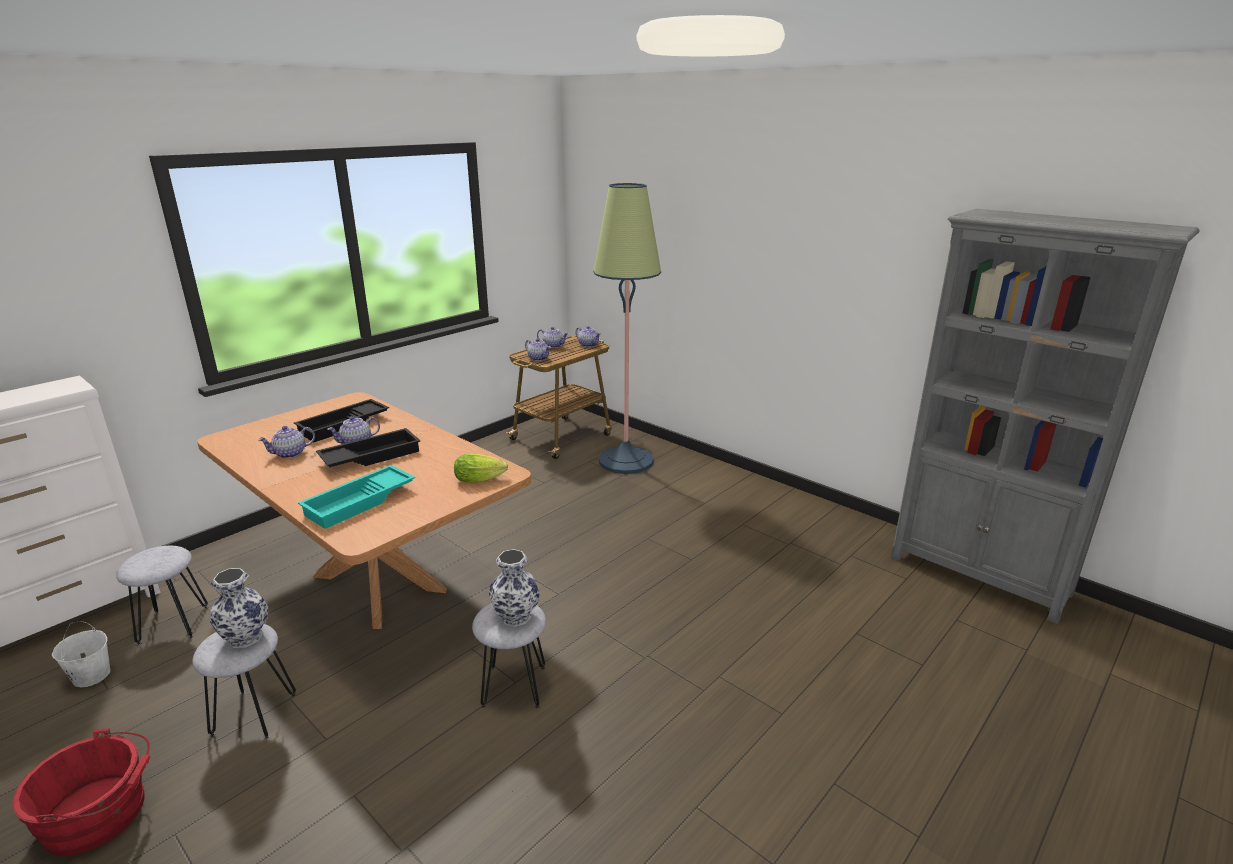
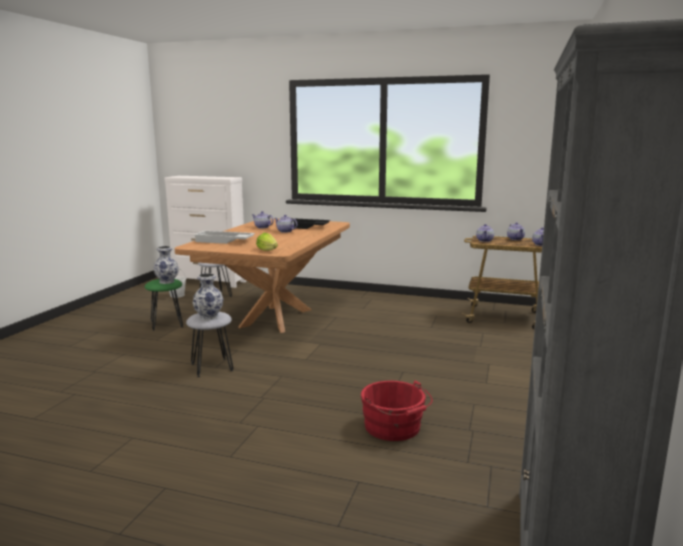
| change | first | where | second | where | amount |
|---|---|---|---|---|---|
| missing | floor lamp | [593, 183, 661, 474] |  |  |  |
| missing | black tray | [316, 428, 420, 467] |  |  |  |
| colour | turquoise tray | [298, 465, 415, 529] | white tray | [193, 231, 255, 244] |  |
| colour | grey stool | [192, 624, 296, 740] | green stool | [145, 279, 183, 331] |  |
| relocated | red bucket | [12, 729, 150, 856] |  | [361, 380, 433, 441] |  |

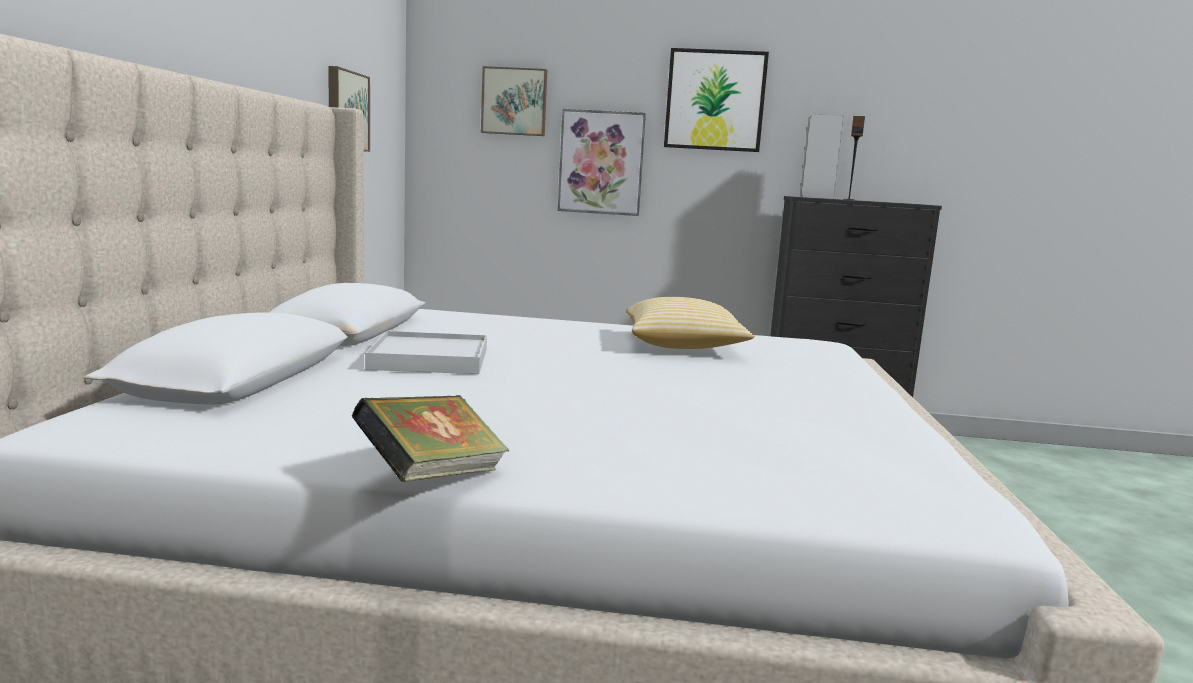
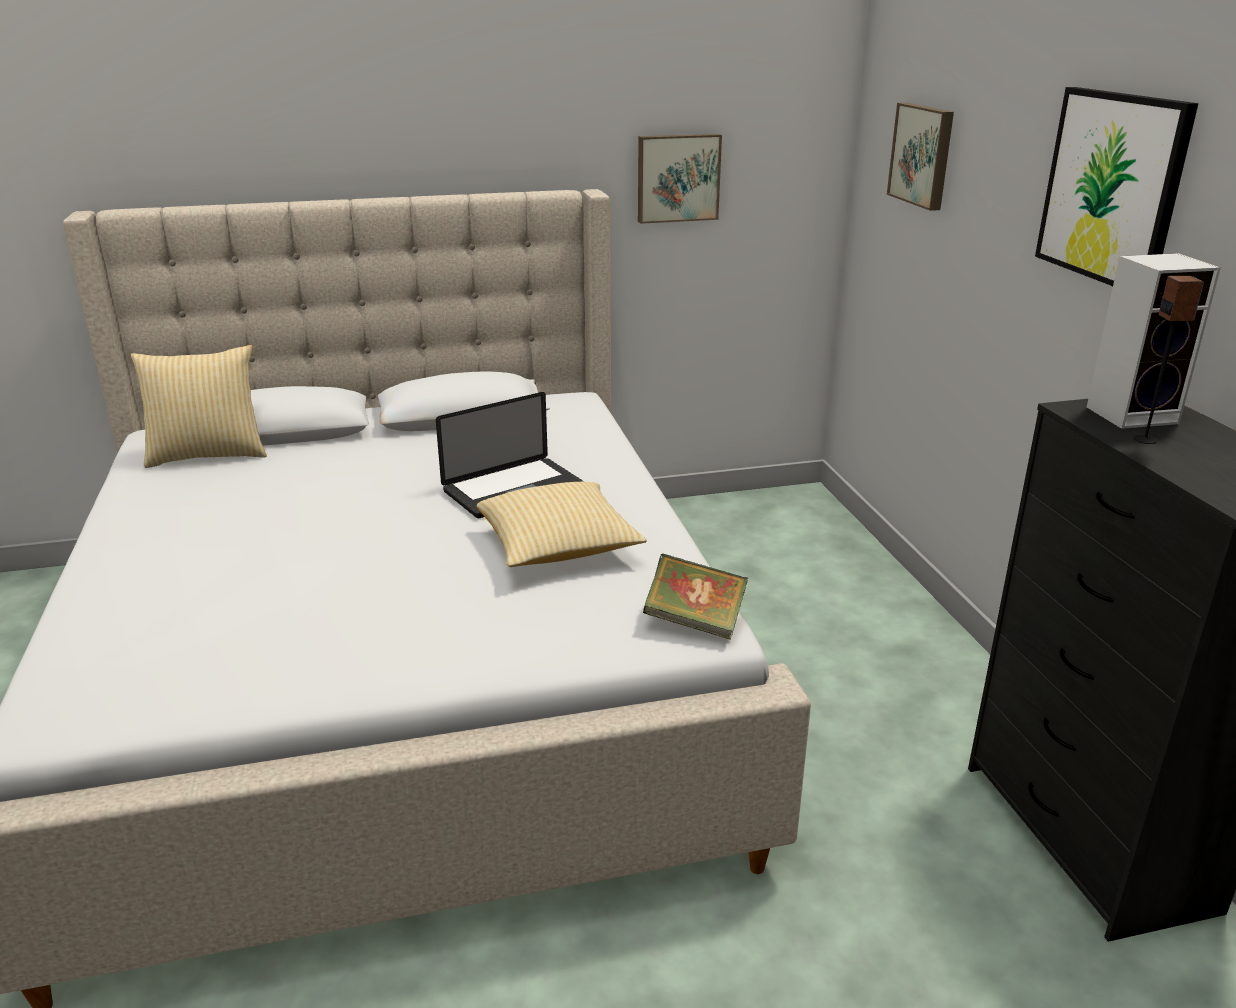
| change | first | where | second | where | amount |
|---|---|---|---|---|---|
| missing | picture | [557, 108, 646, 216] |  |  |  |
| missing | white tray | [365, 331, 487, 374] |  |  |  |
| relocated | book | [352, 395, 509, 482] |  | [643, 554, 748, 640] |  |
| appeared |  |  | pillow | [131, 345, 267, 468] |  |
| appeared |  |  | laptop | [436, 392, 584, 518] |  |

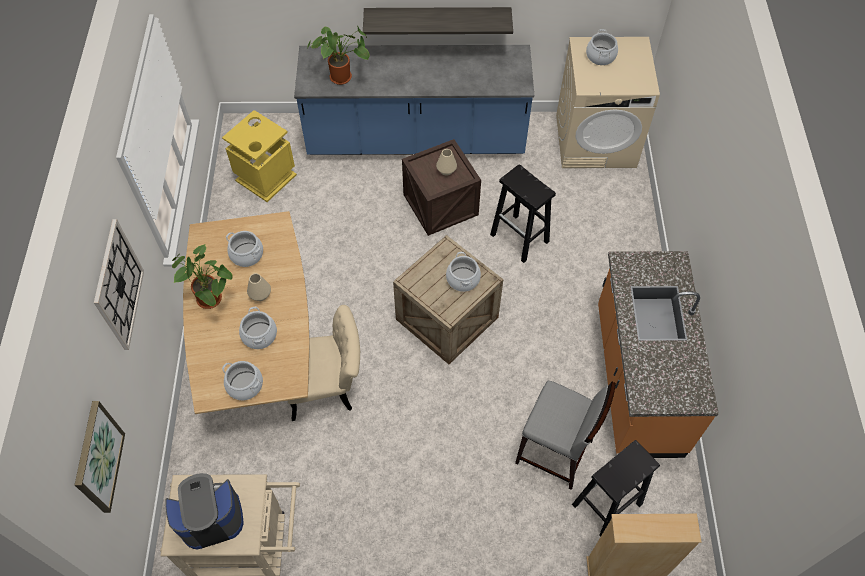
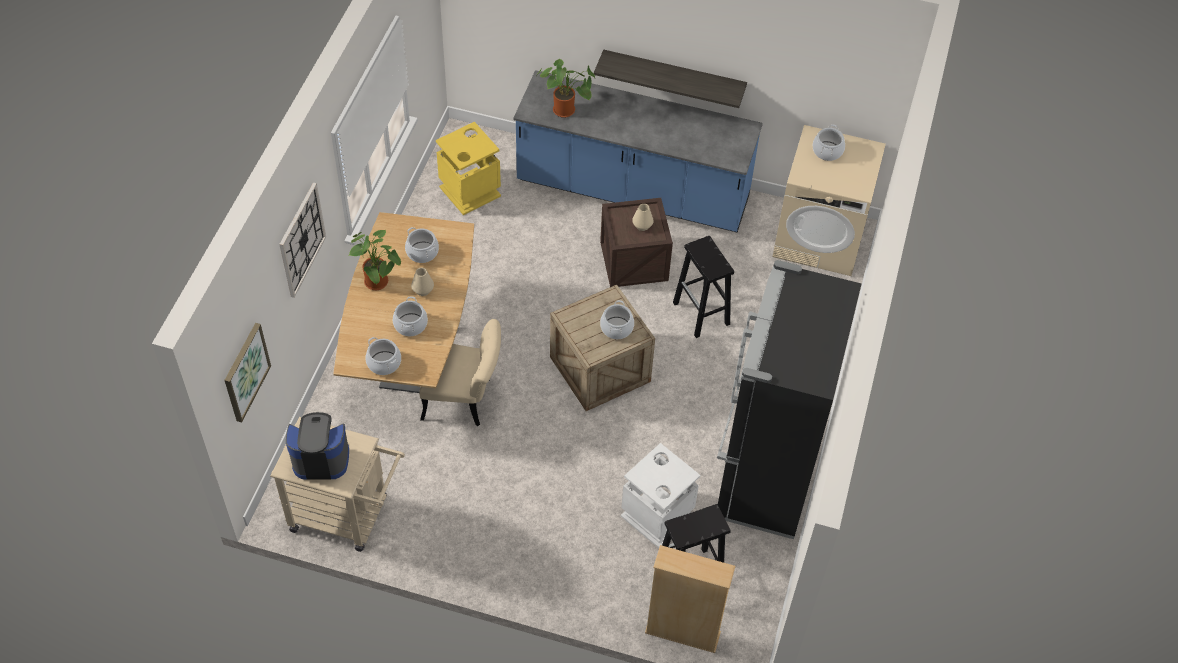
| change | first | where | second | where | amount |
|---|---|---|---|---|---|
| exchanged | orange counter | [598, 251, 719, 458] | black fridge | [717, 260, 862, 539] |  |
| exchanged | grey stool | [515, 381, 616, 490] | white trash can | [621, 443, 700, 548] |  |

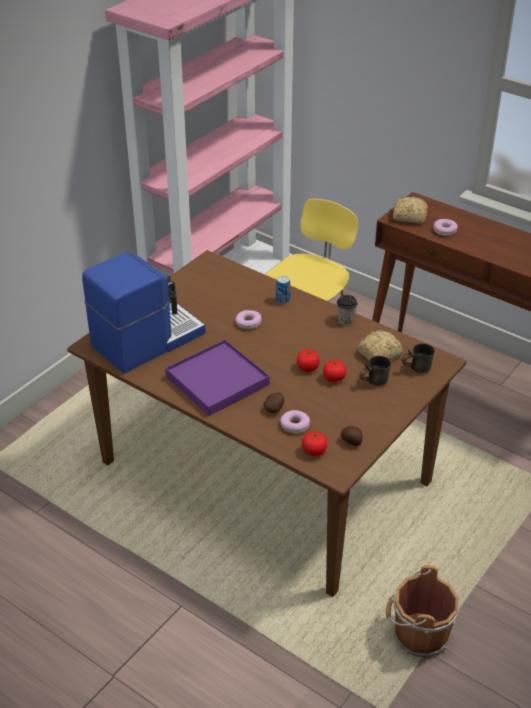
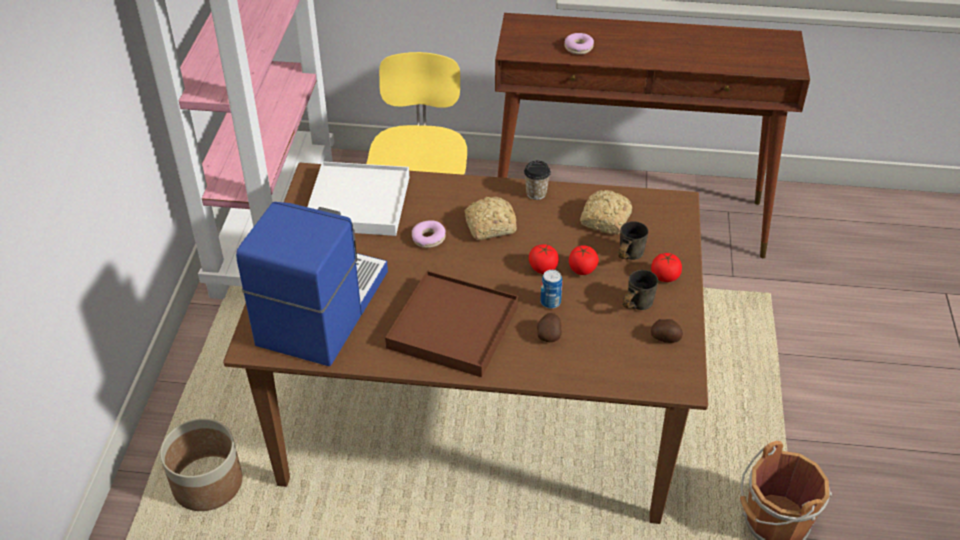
| change | first | where | second | where | amount |
|---|---|---|---|---|---|
| relocated | bread | [393, 197, 428, 224] |  | [465, 197, 517, 240] |  |
| relocated | can | [276, 276, 290, 304] |  | [540, 270, 563, 308] |  |
| colour | purple tray | [165, 339, 270, 416] | brown tray | [385, 271, 518, 377] |  |
| relocated | grey mug | [402, 343, 435, 373] |  | [622, 270, 658, 310] |  |
| missing | donut | [280, 410, 310, 433] |  |  |  |
| relocated | tomato | [302, 431, 327, 456] |  | [651, 253, 682, 282] |  |
| appeared |  |  | white tray | [308, 161, 409, 236] |  |
| appeared |  |  | planter | [160, 419, 243, 511] |  |

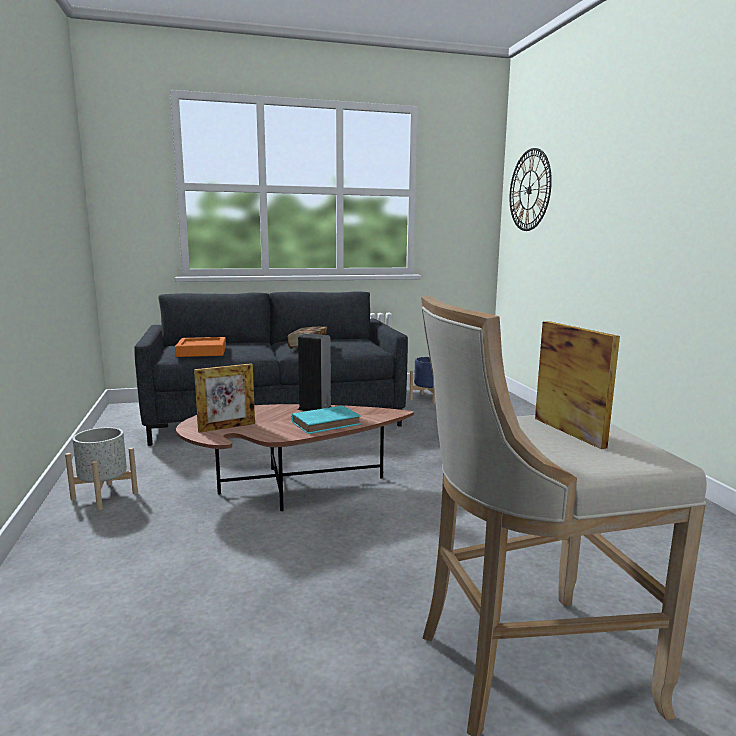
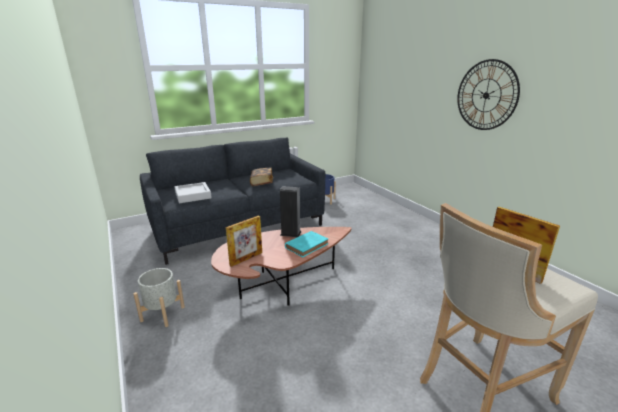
| change | first | where | second | where | amount |
|---|---|---|---|---|---|
| relocated | wall clock | [510, 148, 552, 231] |  | [457, 59, 520, 130] |  |
| colour | orange tray | [175, 337, 226, 357] | grey tray | [174, 182, 212, 203] |  |

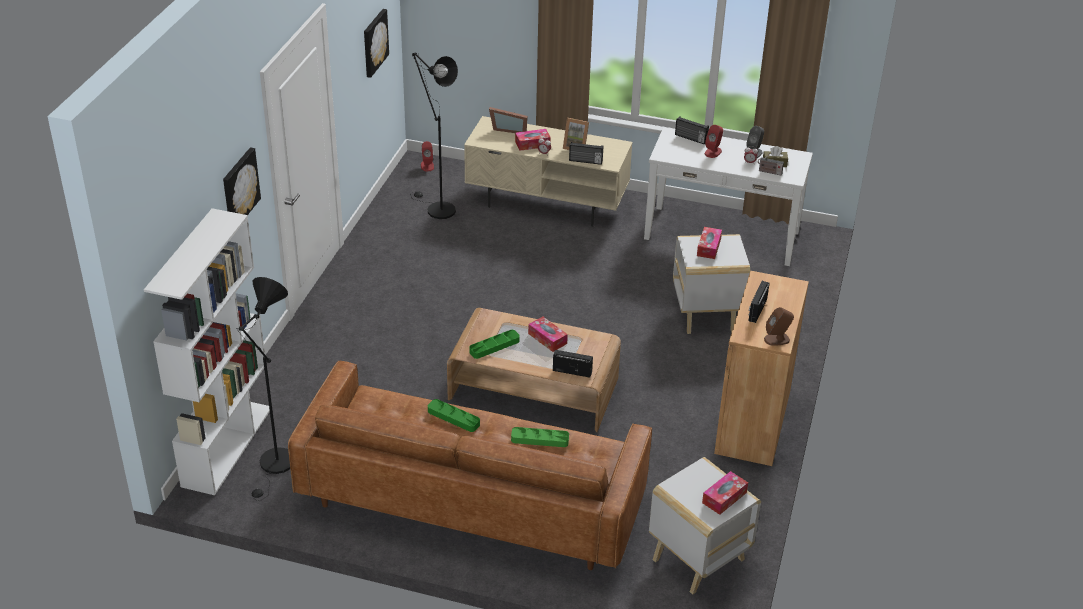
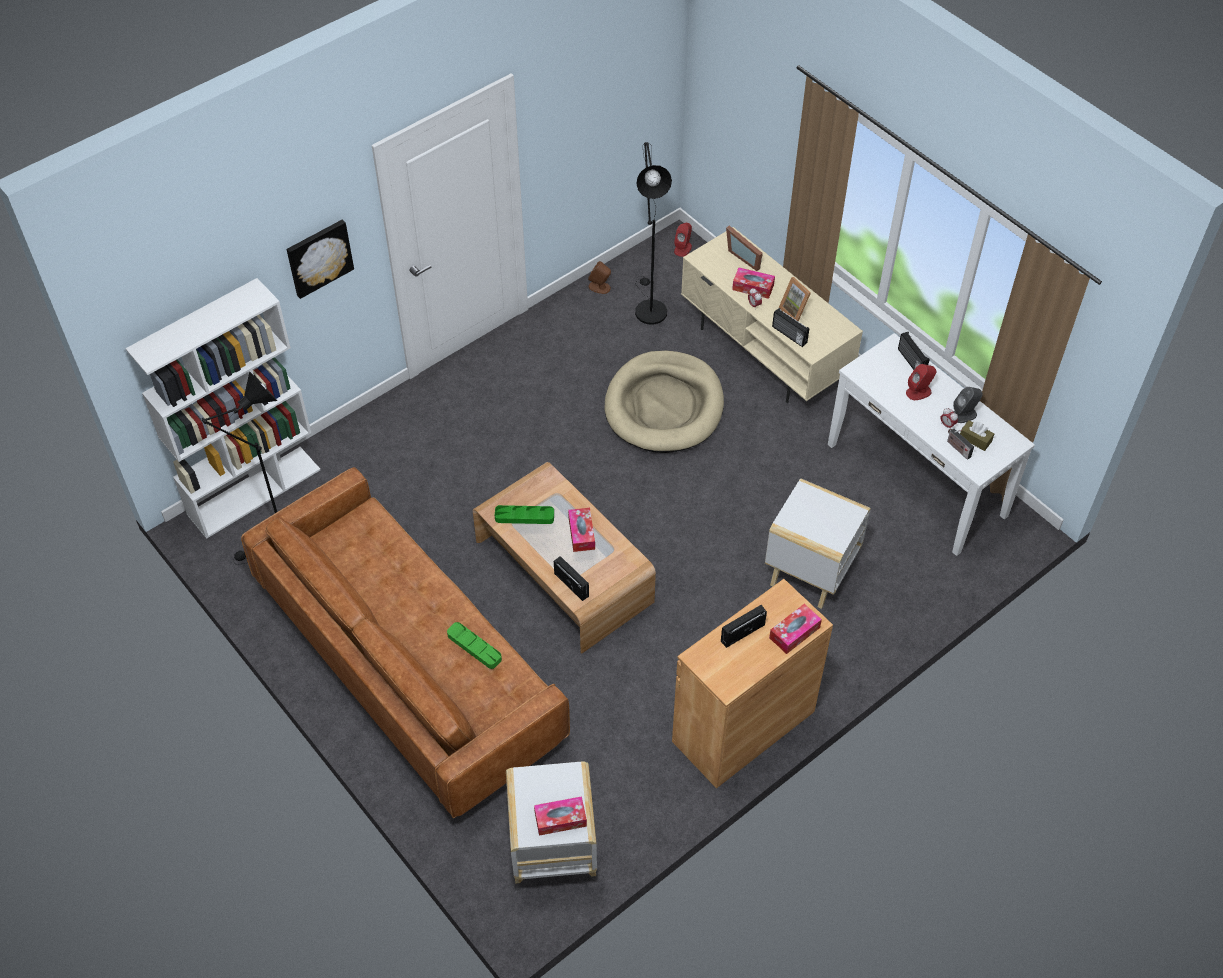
| change | first | where | second | where | amount |
|---|---|---|---|---|---|
| missing | picture | [364, 9, 389, 78] |  |  |  |
| relocated | tissue box | [697, 227, 722, 259] |  | [769, 604, 822, 654] |  |
| relocated | brown speaker | [764, 307, 794, 346] |  | [588, 261, 611, 294] |  |
| missing | green tray | [428, 399, 480, 432] |  |  |  |
| appeared |  |  | beige dog bed | [605, 350, 724, 453] |  |

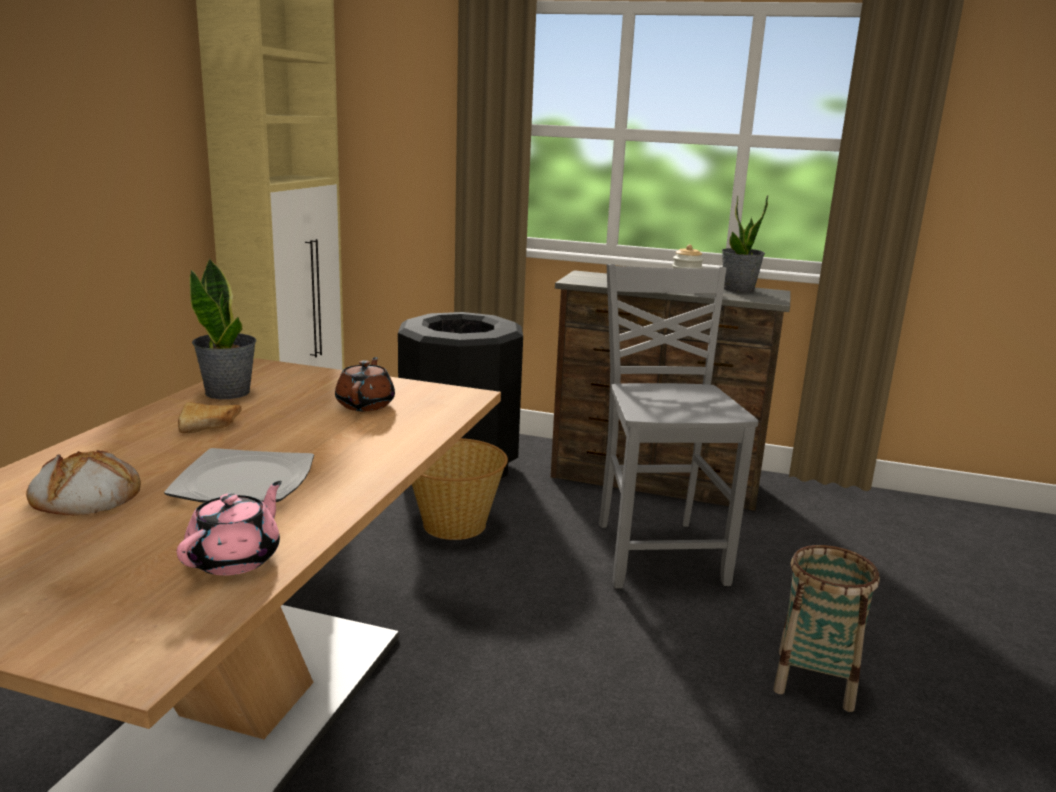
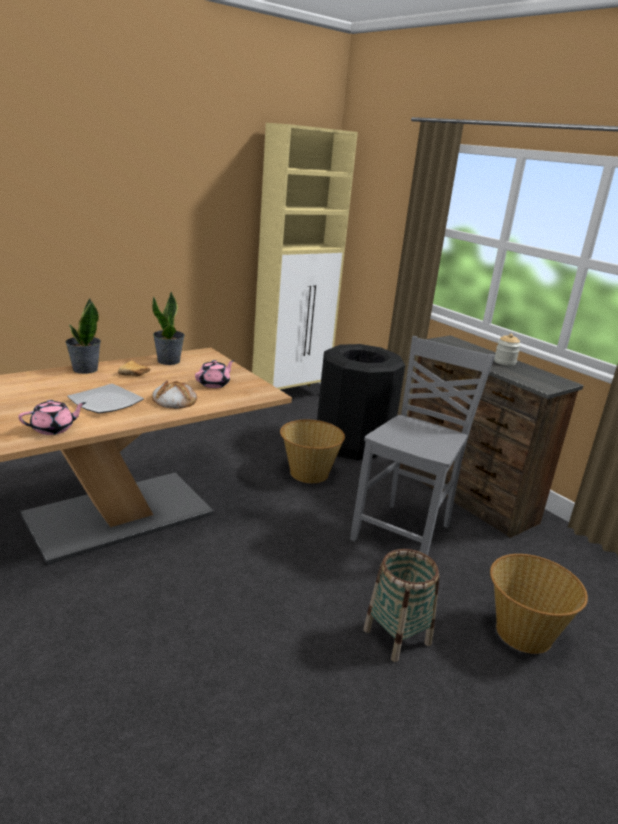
| change | first | where | second | where | amount |
|---|---|---|---|---|---|
| relocated | potted plant | [722, 195, 768, 293] |  | [65, 298, 101, 374] |  |
| colour | brown teapot | [335, 357, 395, 411] | pink teapot | [195, 360, 234, 388] |  |
| relocated | bread | [26, 450, 141, 516] |  | [152, 380, 197, 409] |  |
| appeared |  |  | basket | [490, 554, 588, 654] |  |

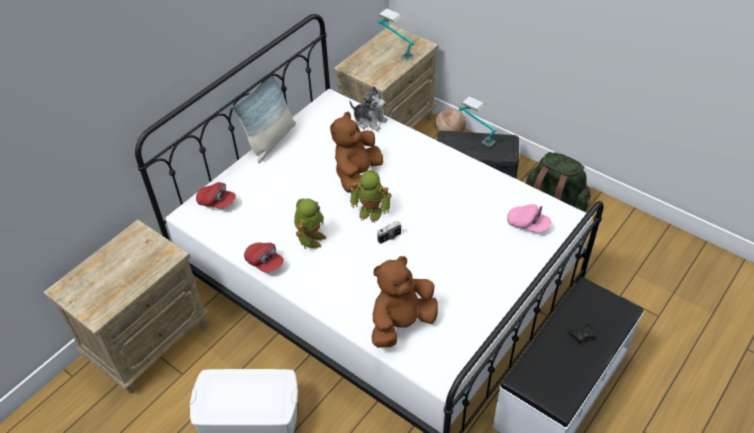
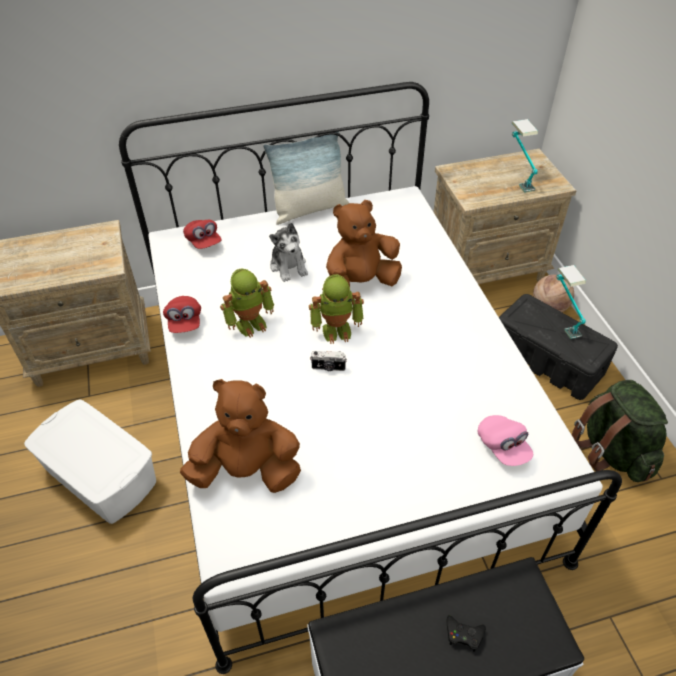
| change | first | where | second | where | amount |
|---|---|---|---|---|---|
| relocated | plush toy | [350, 86, 388, 131] |  | [269, 223, 308, 282] |  |
| spun | toy robot | [350, 170, 391, 223] |  | [309, 274, 364, 344] | 60 degrees counterclockwise |

